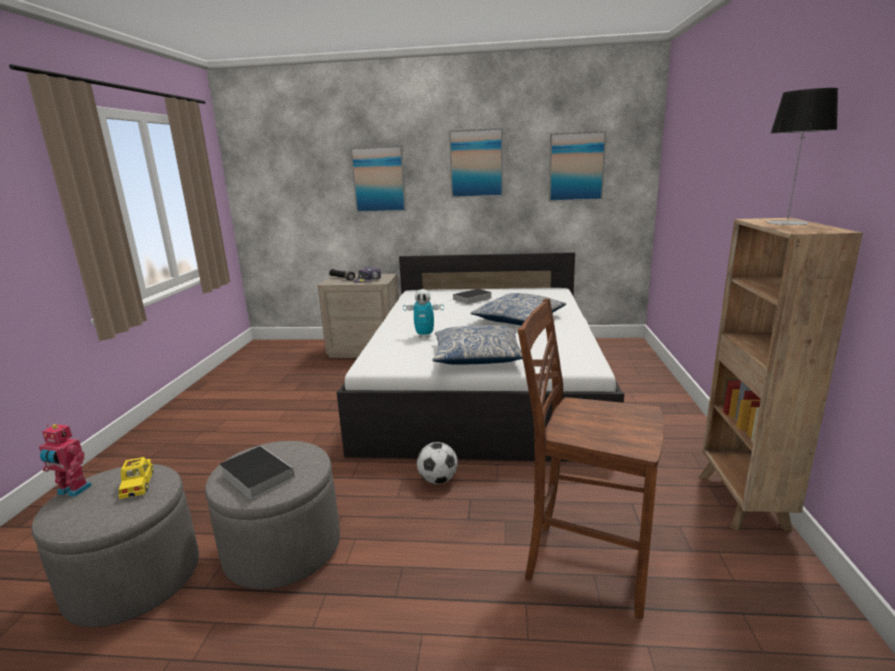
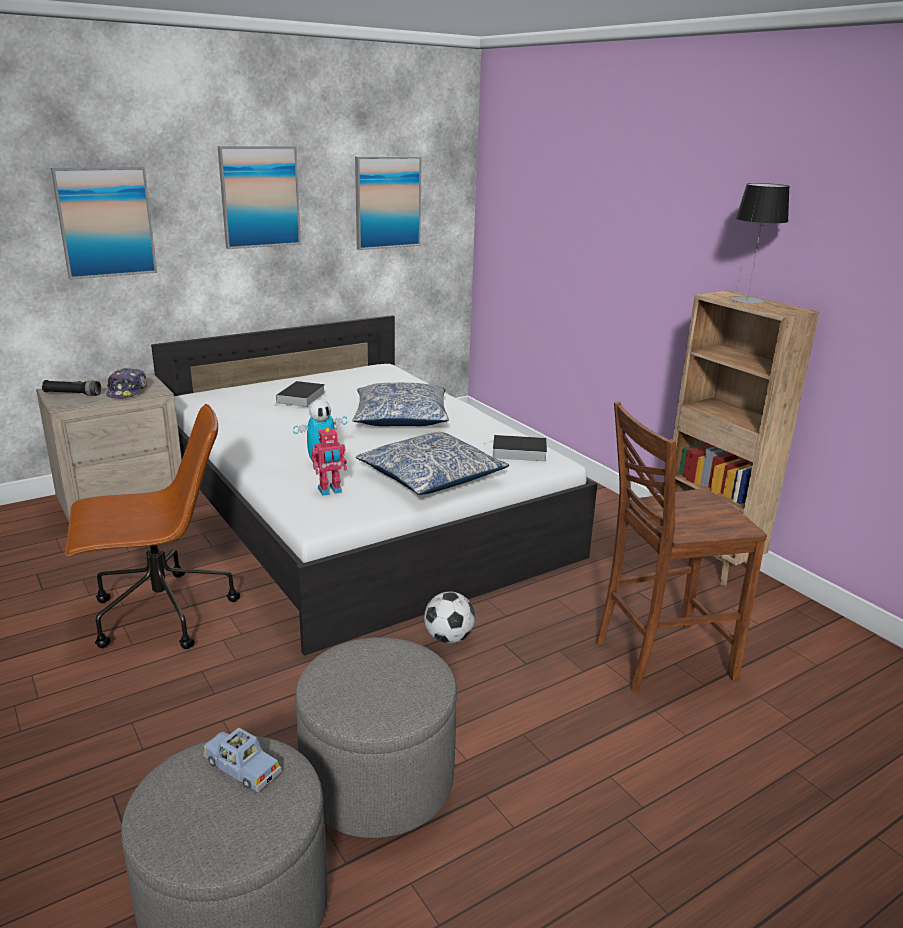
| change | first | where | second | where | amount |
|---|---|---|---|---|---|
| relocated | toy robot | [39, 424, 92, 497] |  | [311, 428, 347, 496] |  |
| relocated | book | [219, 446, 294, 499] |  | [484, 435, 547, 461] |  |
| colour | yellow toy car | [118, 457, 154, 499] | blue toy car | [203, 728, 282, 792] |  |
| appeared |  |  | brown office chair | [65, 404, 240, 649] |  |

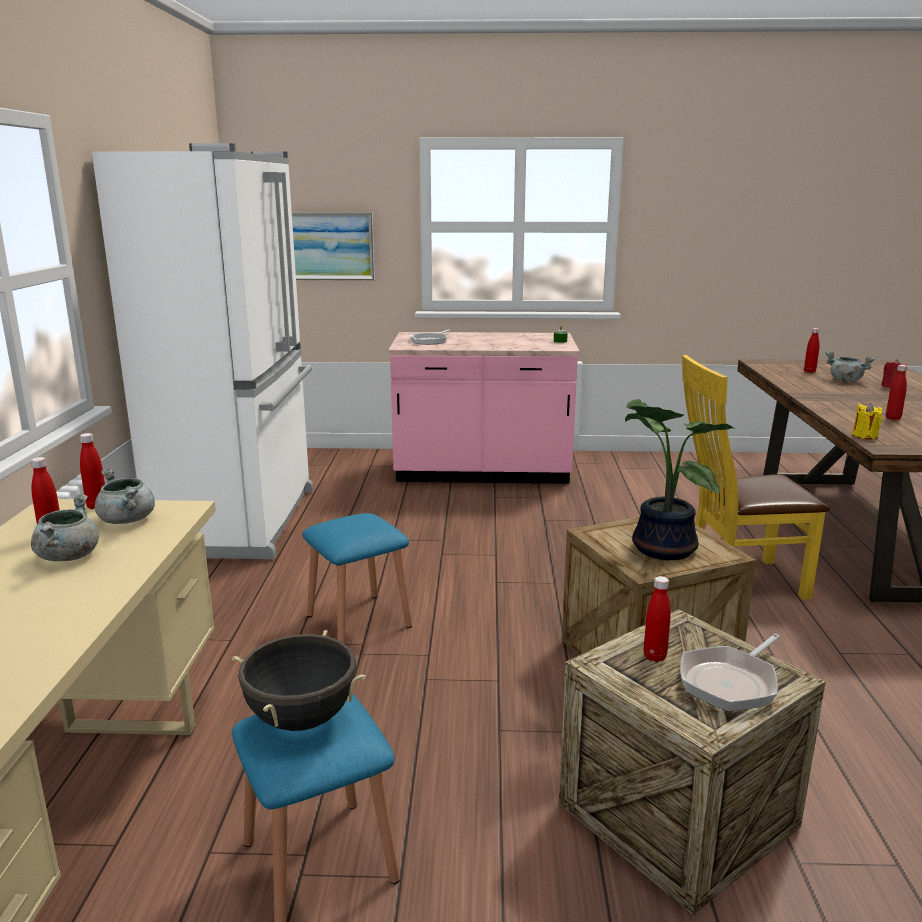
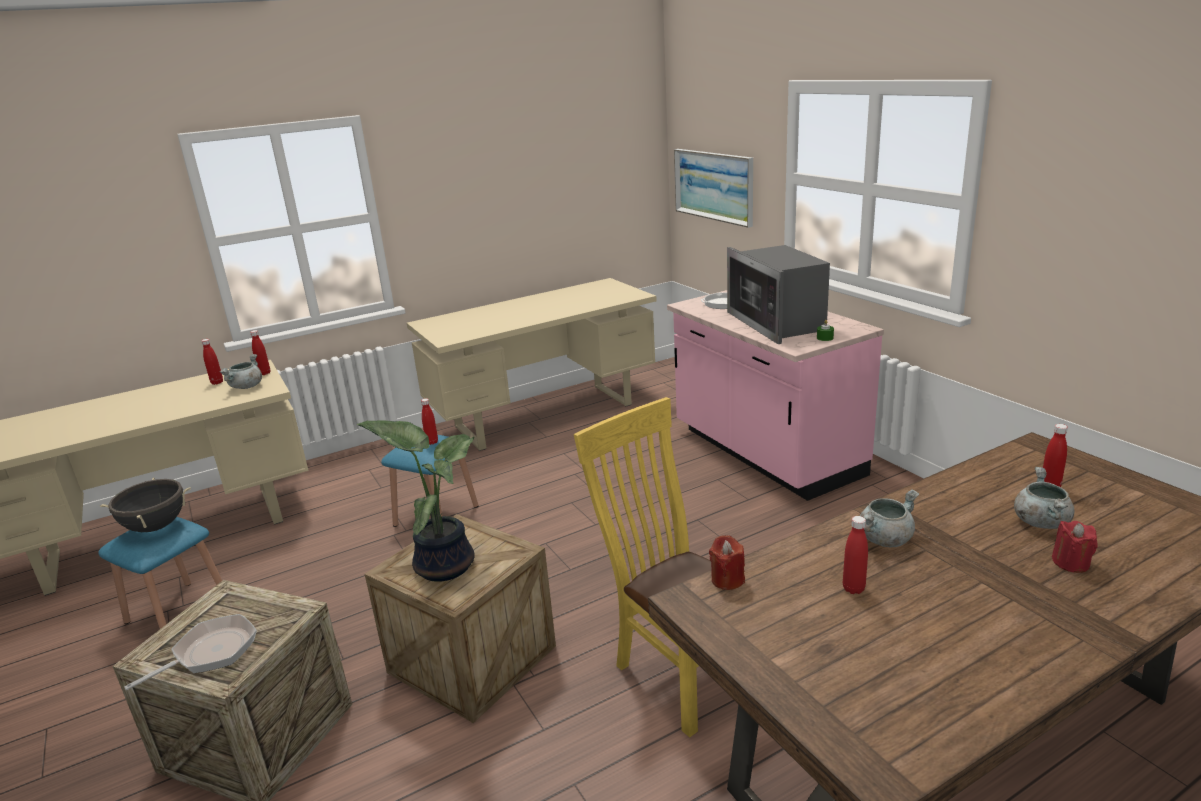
| change | first | where | second | where | amount |
|---|---|---|---|---|---|
| exchanged | white fridge | [92, 143, 314, 559] | beige desk | [407, 278, 657, 451] |  |
| colour | yellow candle | [852, 403, 882, 439] | red candle | [709, 535, 745, 590] |  |
| relocated | grey cooking pot | [31, 494, 99, 561] |  | [860, 489, 919, 547] |  |
| relocated | red bottle | [644, 576, 671, 662] |  | [421, 398, 438, 445] |  |
| spun | frying pan | [680, 634, 780, 711] |  | [124, 614, 257, 690] | 120 degrees clockwise |
| appeared |  |  | microwave | [727, 245, 830, 344] |  |

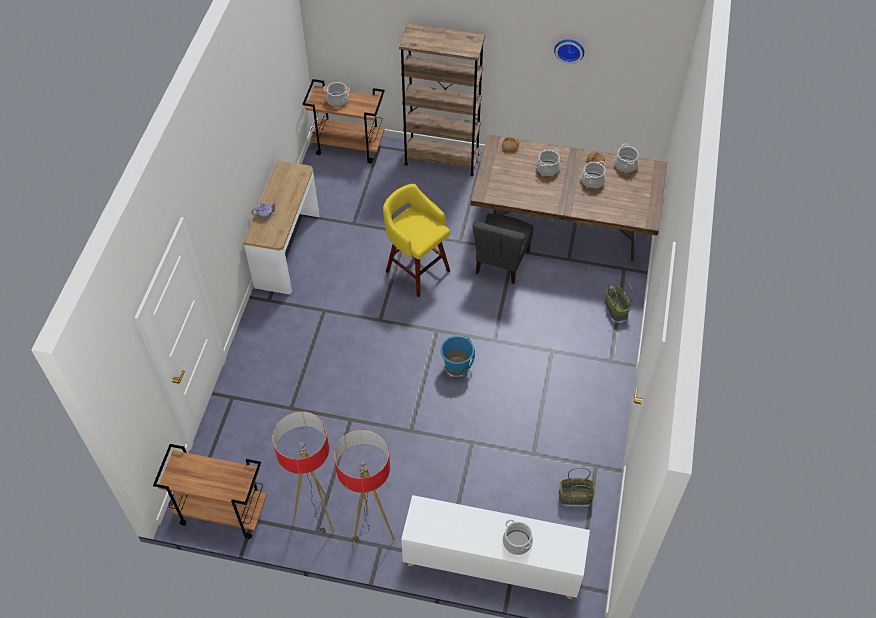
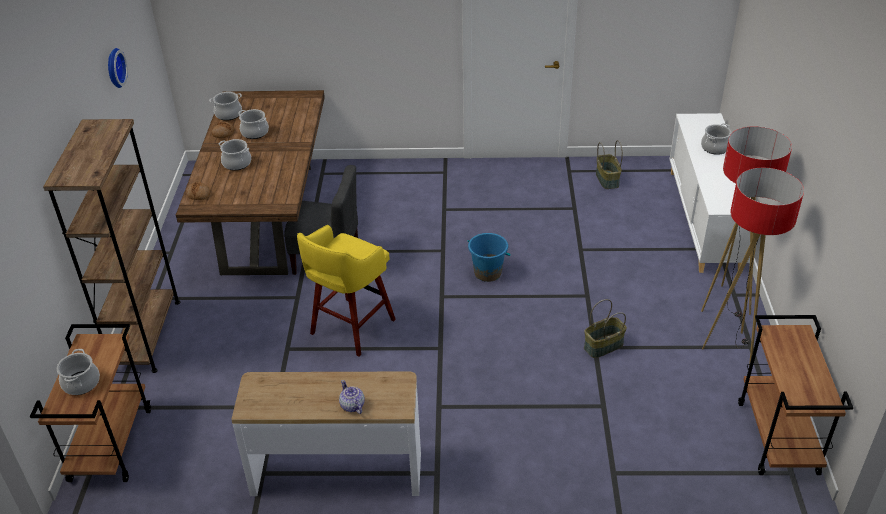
| change | first | where | second | where | amount |
|---|---|---|---|---|---|
| relocated | basket | [605, 281, 633, 322] |  | [584, 299, 627, 358] |  |

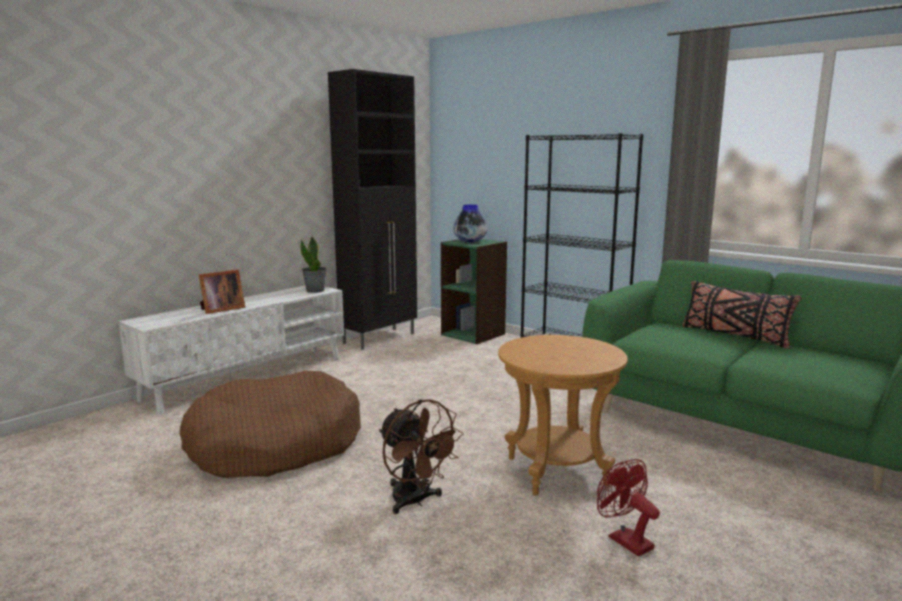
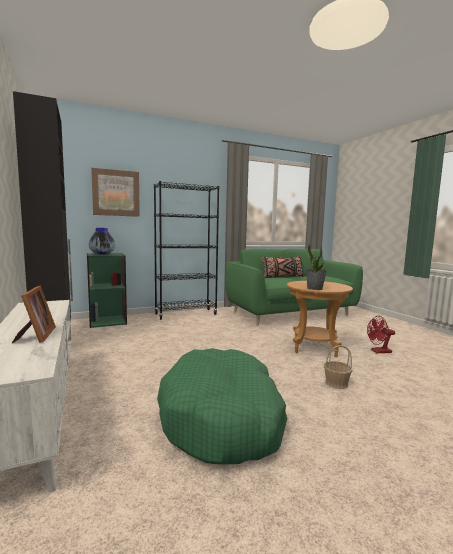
| change | first | where | second | where | amount |
|---|---|---|---|---|---|
| relocated | potted plant | [301, 236, 327, 293] |  | [306, 244, 327, 290] |  |
| colour | brown dog bed | [180, 371, 361, 478] | green dog bed | [157, 348, 287, 464] |  |
| exchanged | brown fan | [379, 399, 464, 514] | basket | [324, 345, 352, 389] |  |
| appeared |  |  | picture | [91, 168, 140, 217] |  |

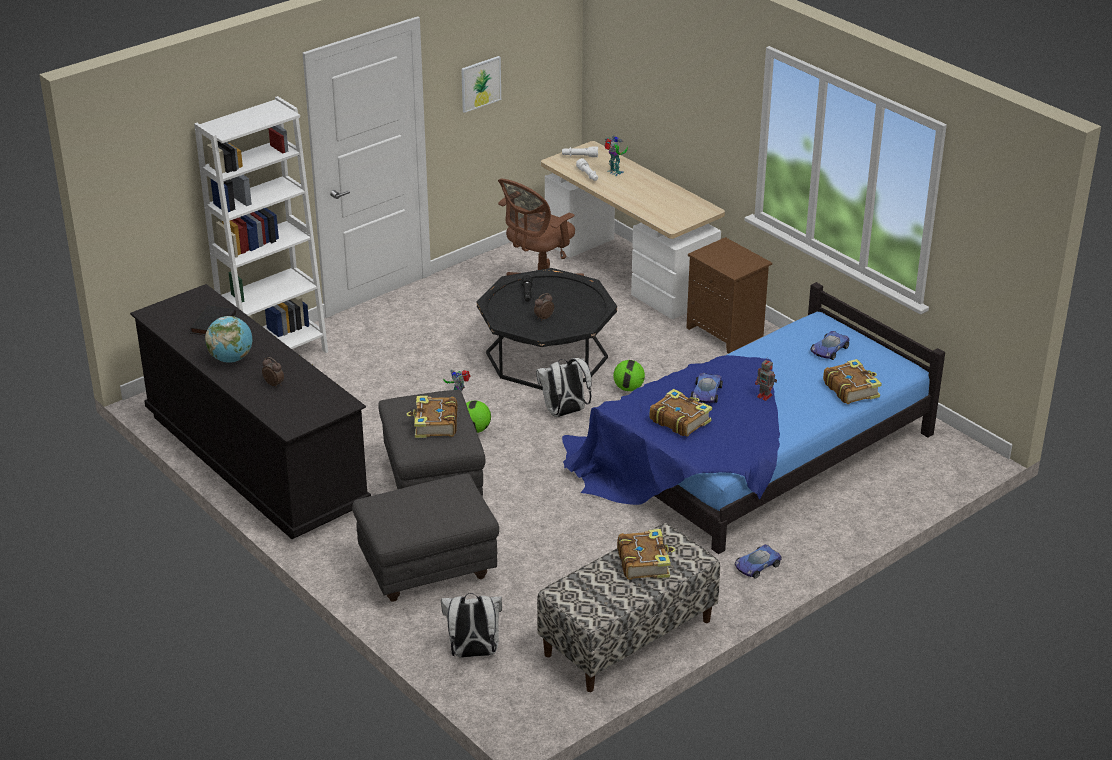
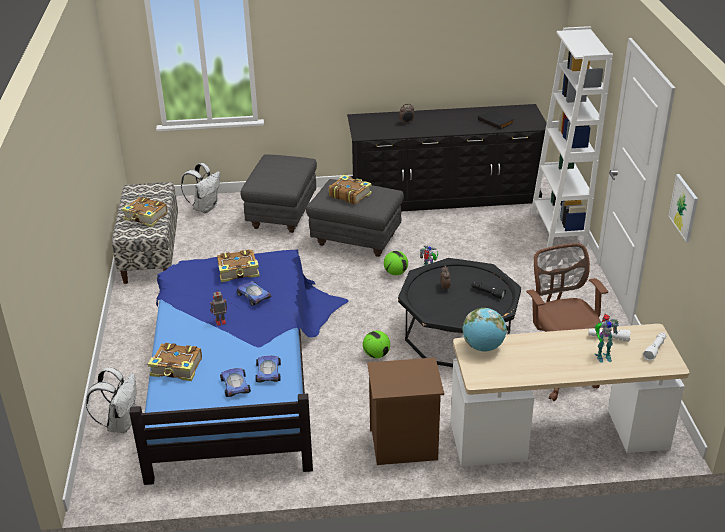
| change | first | where | second | where | amount |
|---|---|---|---|---|---|
| relocated | globe | [205, 316, 252, 363] |  | [462, 308, 507, 352] |  |
| relocated | white backpack | [536, 358, 592, 417] |  | [86, 367, 137, 434] |  |
| relocated | toy car | [735, 545, 782, 579] |  | [255, 356, 281, 383] |  |

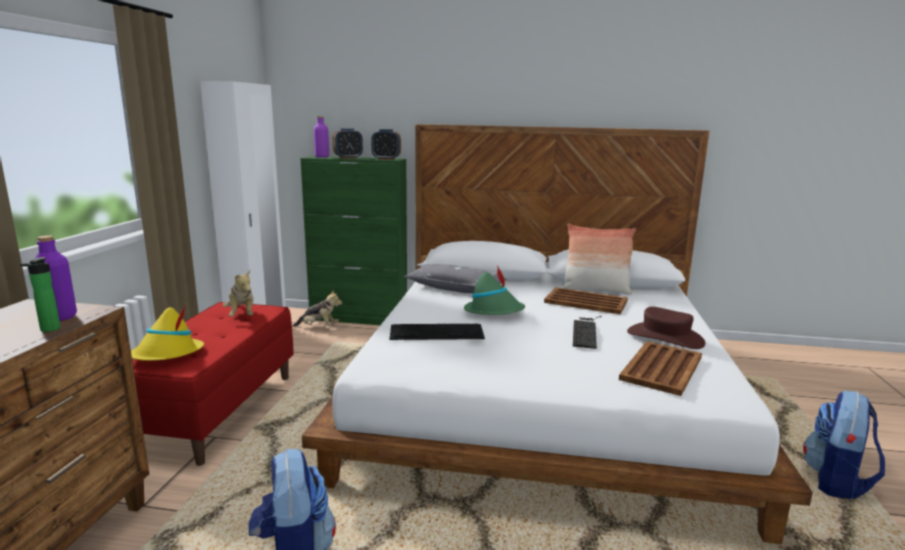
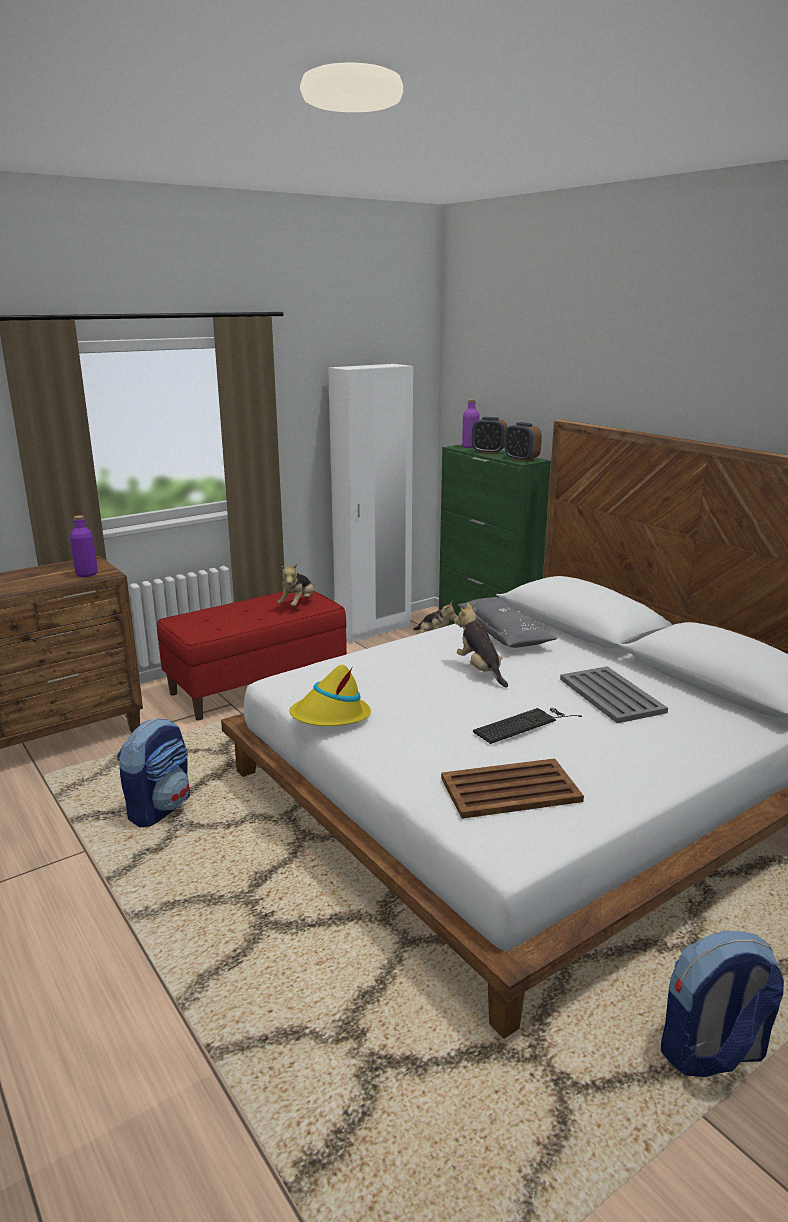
| change | first | where | second | where | amount |
|---|---|---|---|---|---|
| missing | pillow | [562, 224, 636, 295] |  |  |  |
| missing | bottle | [20, 257, 61, 332] |  |  |  |
| exchanged | green hat | [464, 265, 525, 315] | plush toy | [454, 602, 508, 688] |  |
| colour | brown tray | [544, 287, 628, 314] | grey tray | [560, 666, 668, 723] |  |
| relocated | yellow hat | [131, 305, 204, 361] |  | [290, 665, 371, 726] |  |
| missing | brown hat | [627, 307, 705, 349] |  |  |  |
| missing | keyboard | [389, 324, 485, 340] |  |  |  |

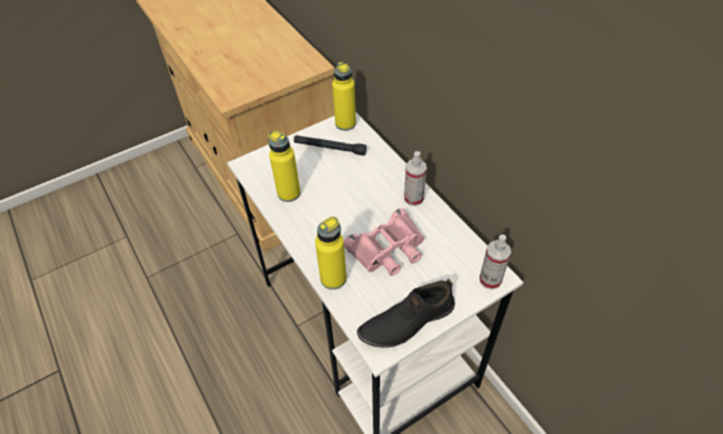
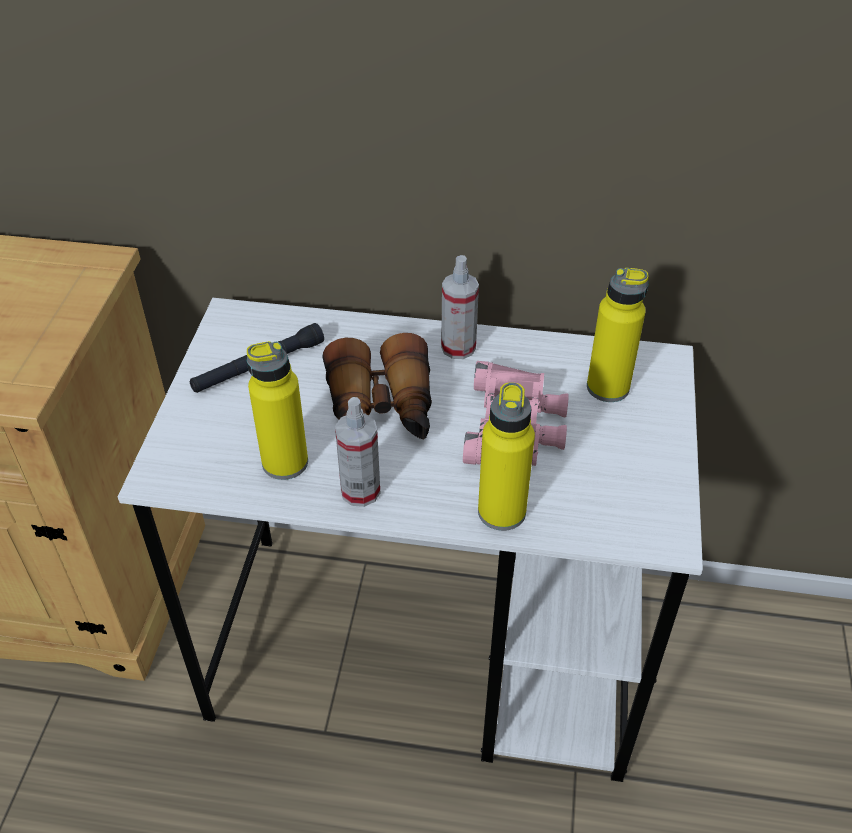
| change | first | where | second | where | amount |
|---|---|---|---|---|---|
| relocated | yellow bottle | [332, 62, 356, 131] |  | [587, 268, 648, 402] |  |
| relocated | spray bottle | [479, 235, 511, 290] |  | [335, 397, 380, 507] |  |
| missing | black shoe | [357, 279, 455, 347] |  |  |  |
| appeared |  |  | binoculars | [322, 333, 432, 440] |  |

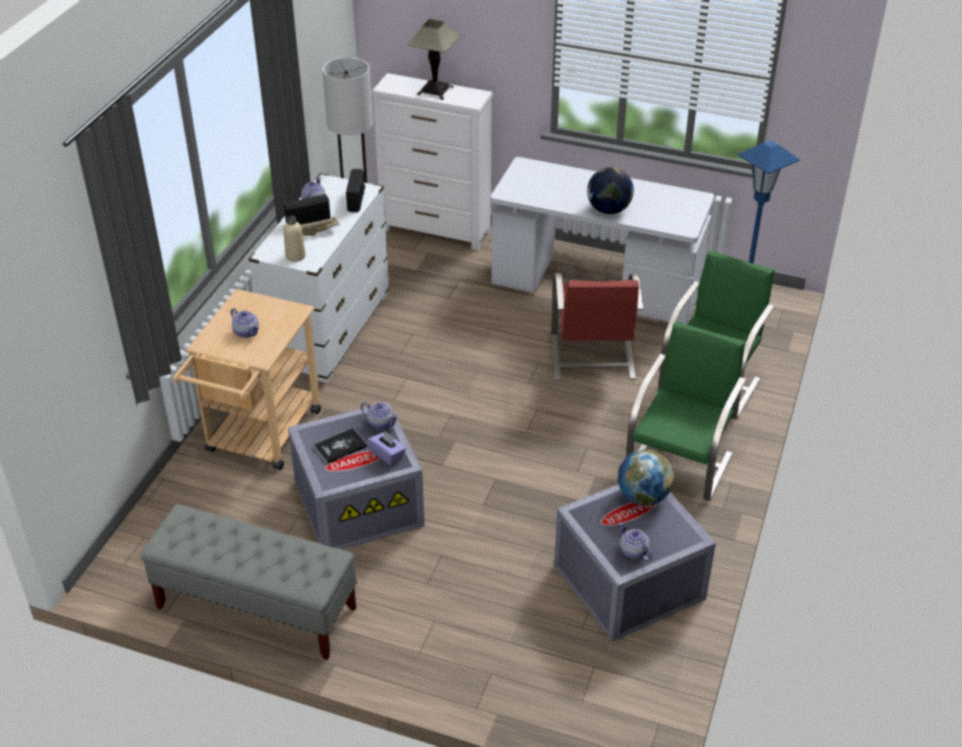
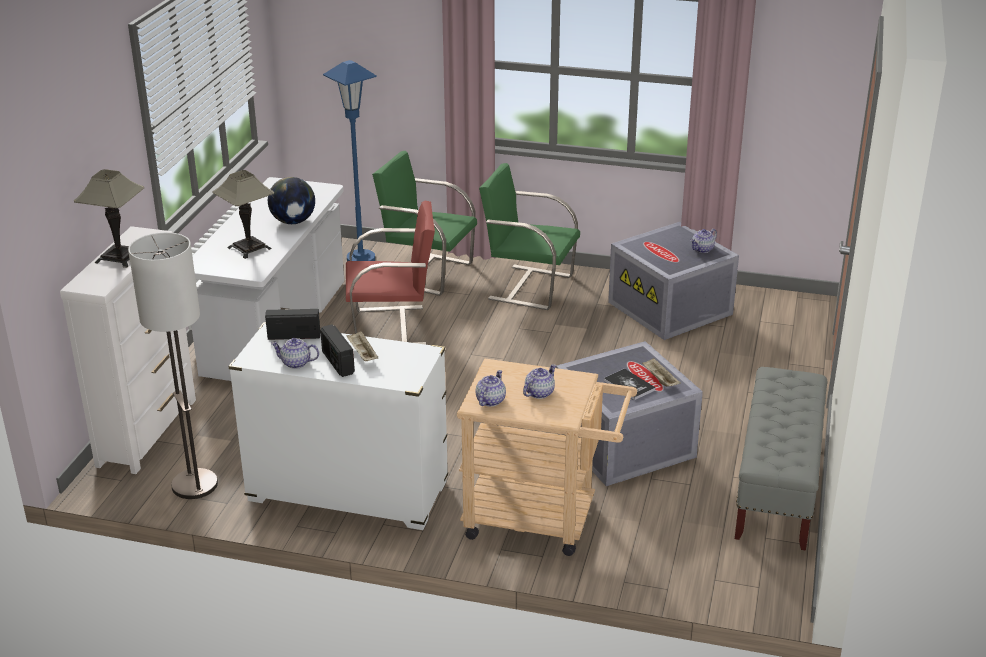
| change | first | where | second | where | amount |
|---|---|---|---|---|---|
| missing | beige bottle | [284, 215, 306, 262] |  |  |  |
| relocated | teapot | [361, 402, 399, 430] |  | [475, 370, 506, 406] |  |
| missing | purple tissue box | [368, 431, 406, 465] |  |  |  |
| missing | globe | [618, 449, 674, 506] |  |  |  |
| appeared |  |  | table lamp | [212, 170, 274, 259] |  |
| appeared |  |  | beige tray | [642, 358, 681, 386] |  |

